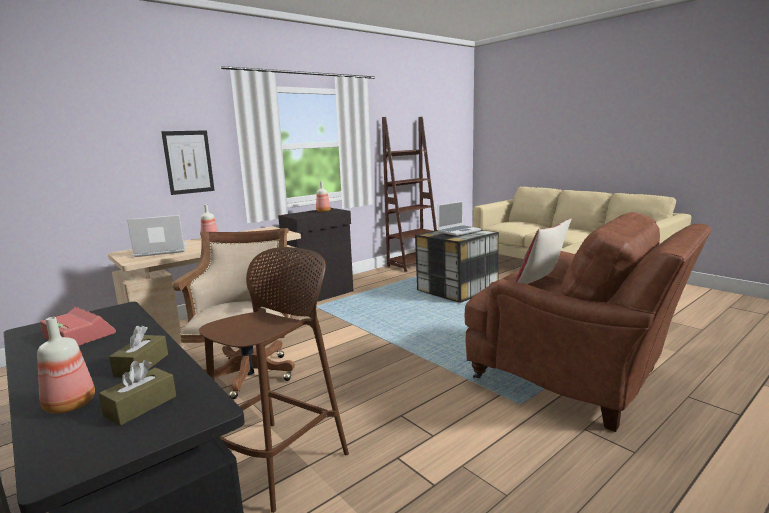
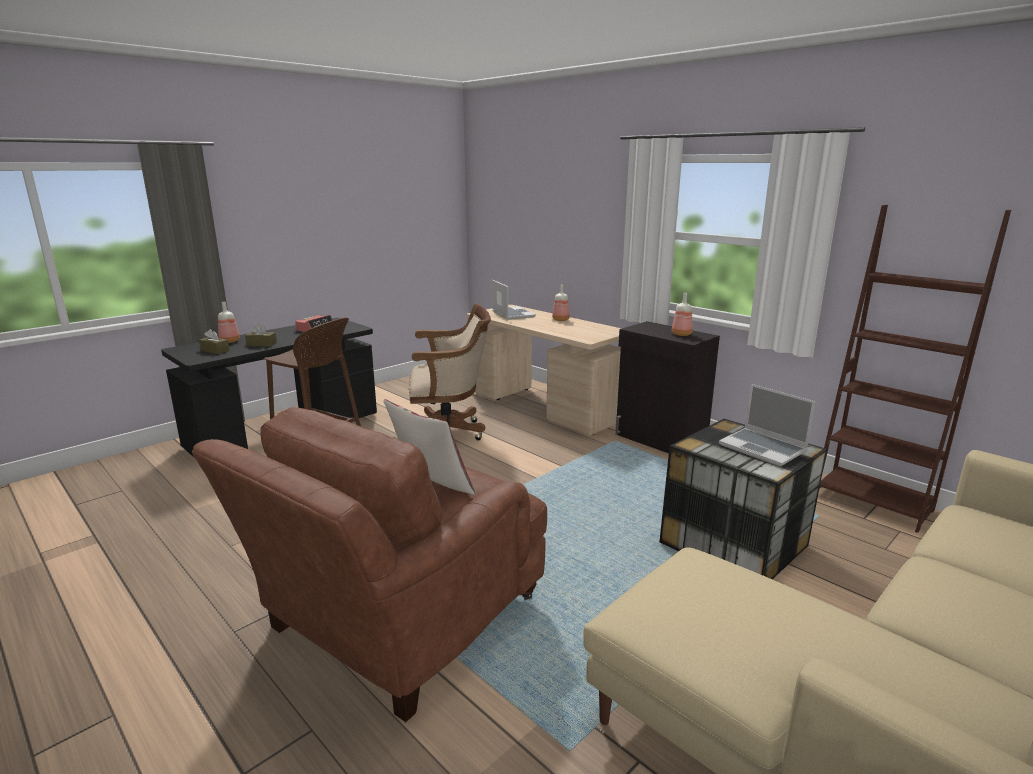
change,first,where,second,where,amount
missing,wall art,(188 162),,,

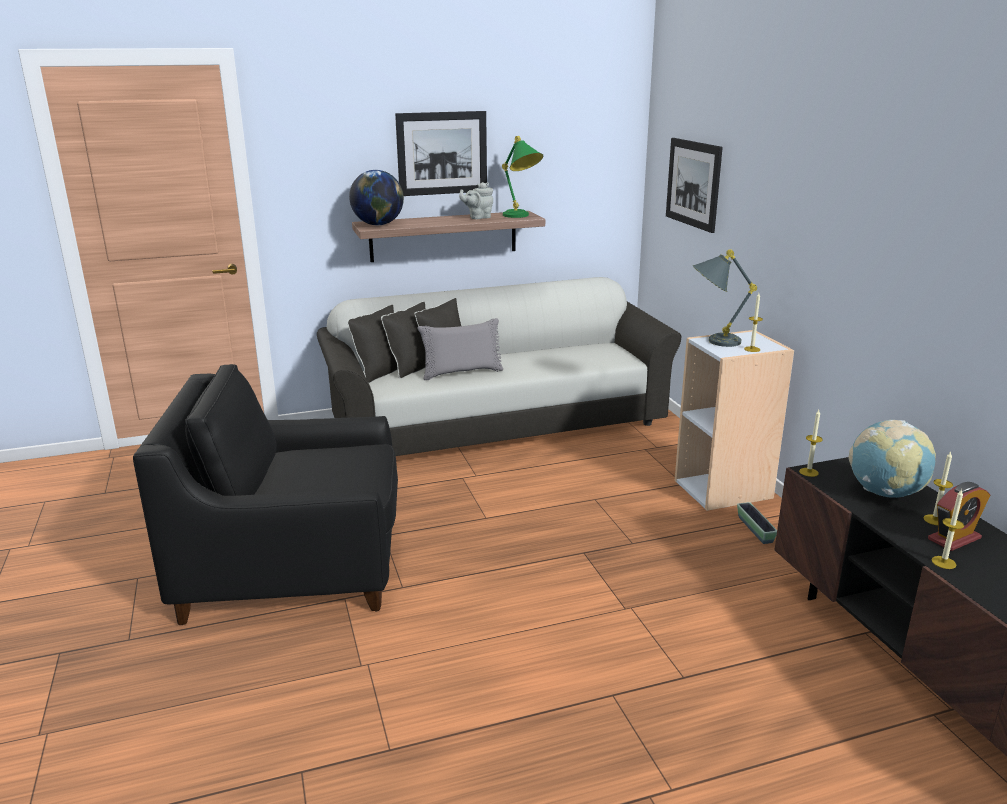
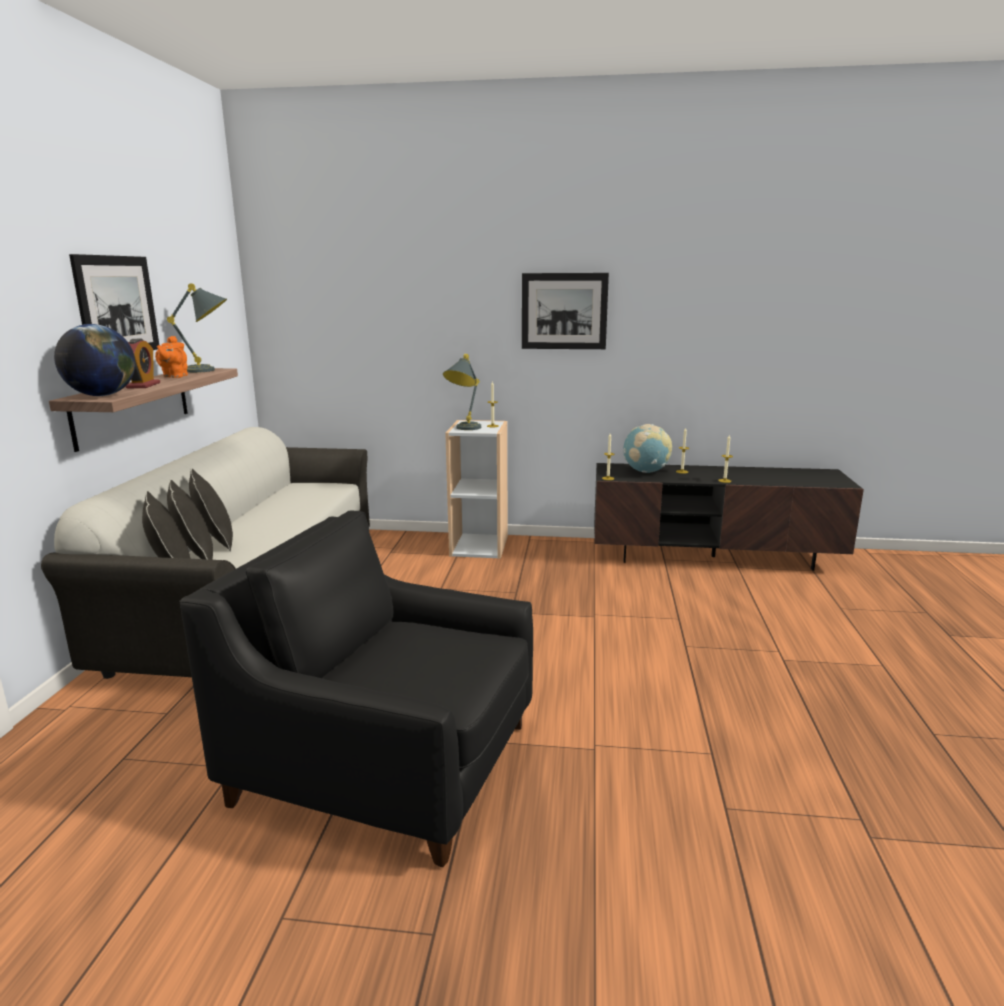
change,first,where,second,where,amount
spun,black lounge chair,(296 565),,(389 763),90 degrees clockwise
missing,grey pillow,(462 372),,,
colour,grey tea pot,(478 217),orange tea pot,(174 376),
colour,greenish table lamp,(521 217),grey table lamp,(210 370),
relocated,wall art,(693 183),,(564 311),
missing,plant pot,(755 529),,,
relocated,table clock,(954 539),,(143 385),

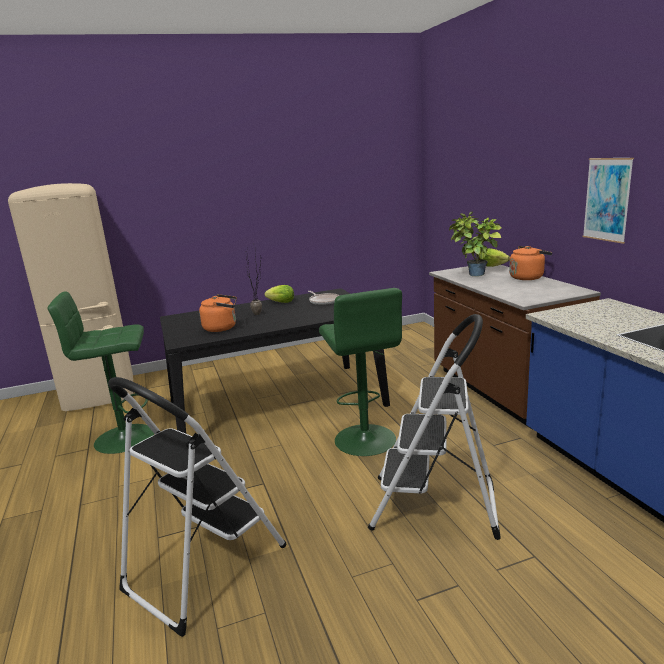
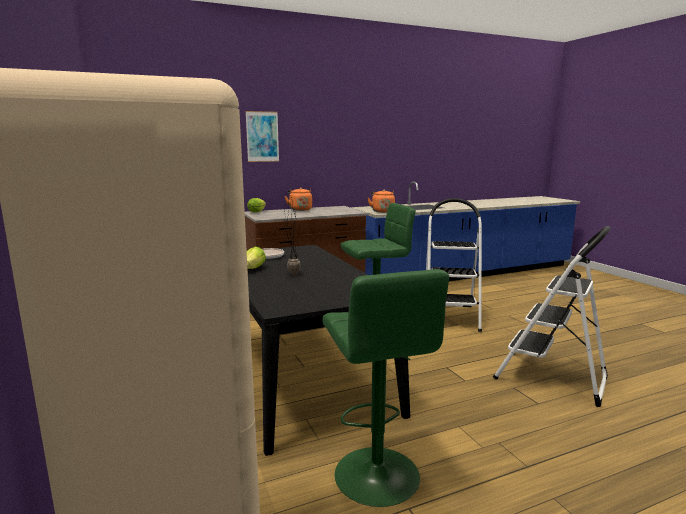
change,first,where,second,where,amount
relocated,orange tea kettle,(222 328),,(382 211),
missing,plant in a pot,(473 275),,,
relocated,wall art,(607 199),,(262 136),

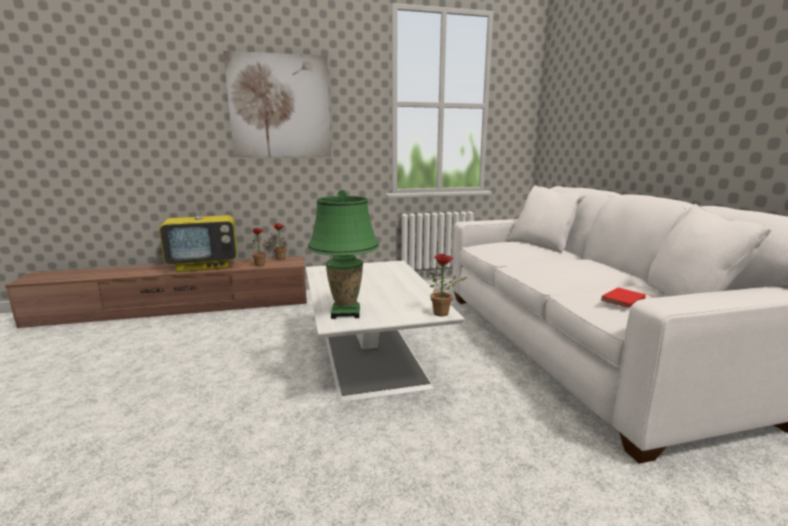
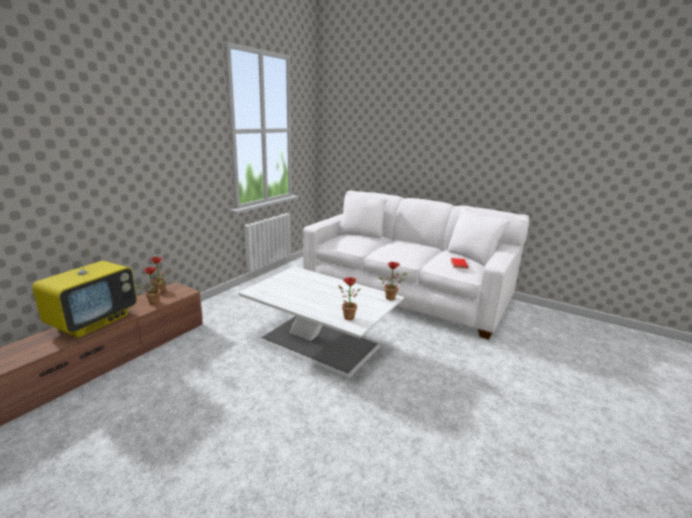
change,first,where,second,where,amount
missing,wall art,(280 106),,,
exchanged,greenish table lamp,(346 313),plant in a pot,(346 317),

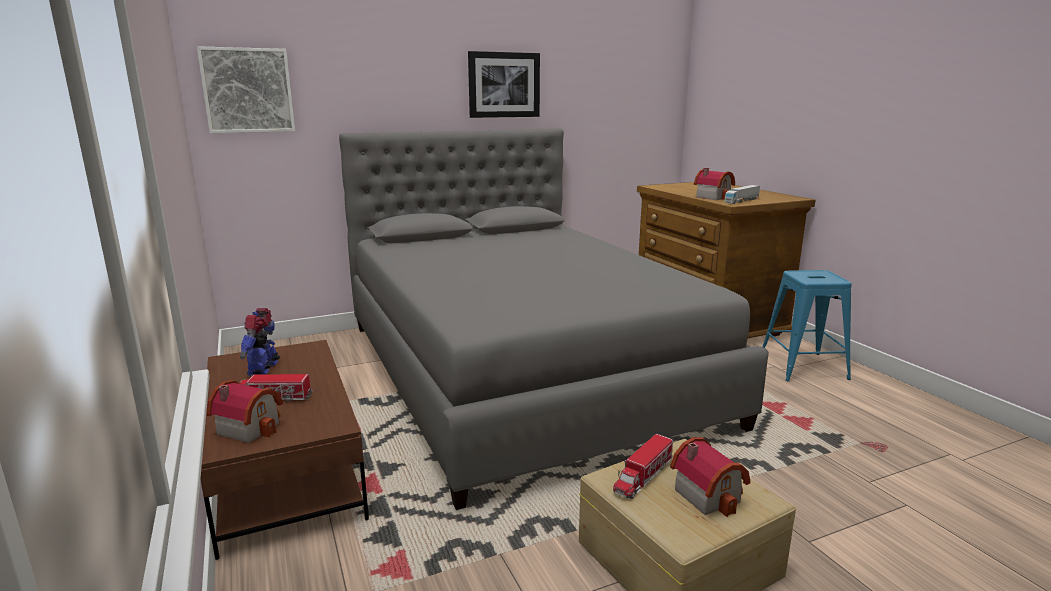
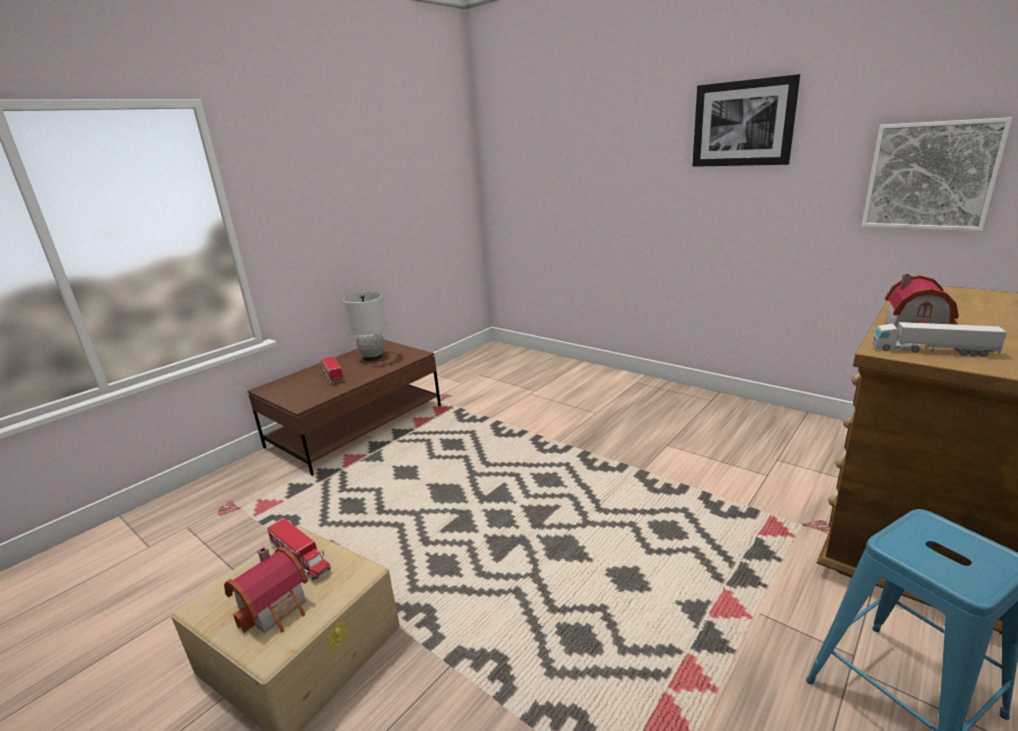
change,first,where,second,where,amount
relocated,wall art,(248 90),,(930 176),
missing,model house,(250 426),,,
exchanged,robot figure,(264 369),white-coloured table lamp,(373 357),
missing,grey bedroom bed,(521 370),,,
spun,toy truck,(643 476),,(300 558),150 degrees counterclockwise

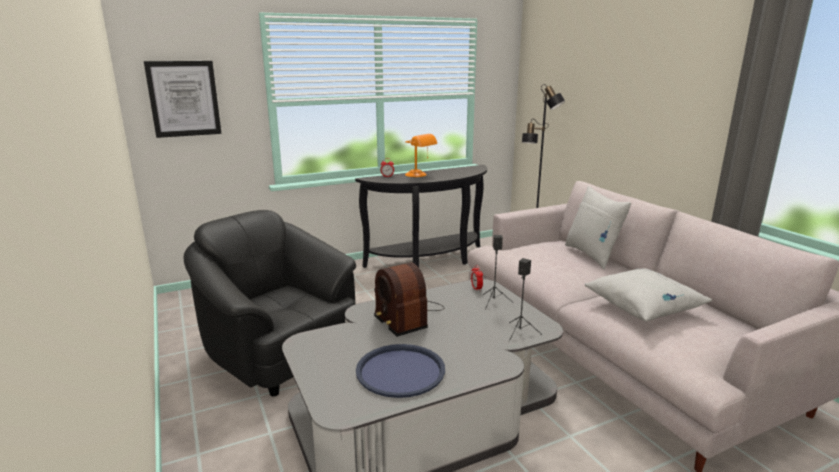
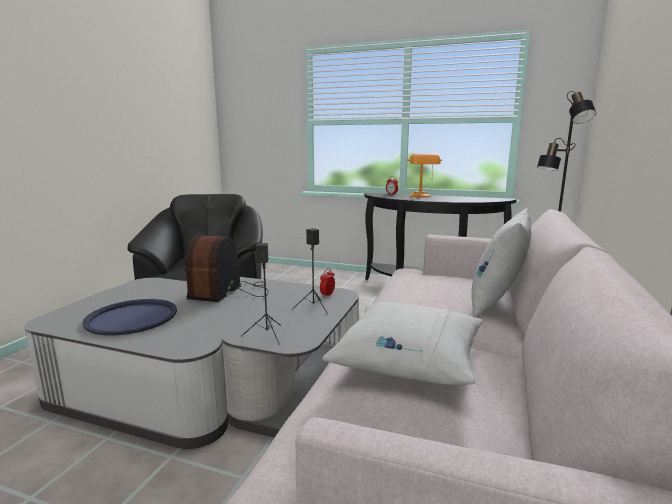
change,first,where,second,where,amount
missing,wall art,(184 99),,,

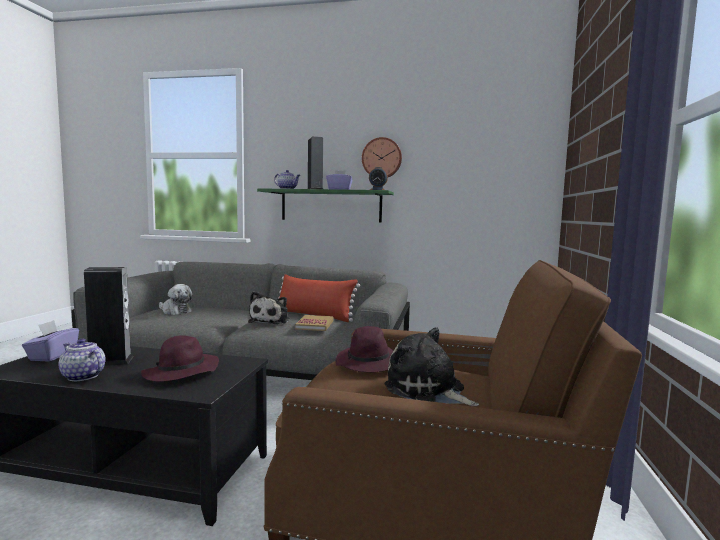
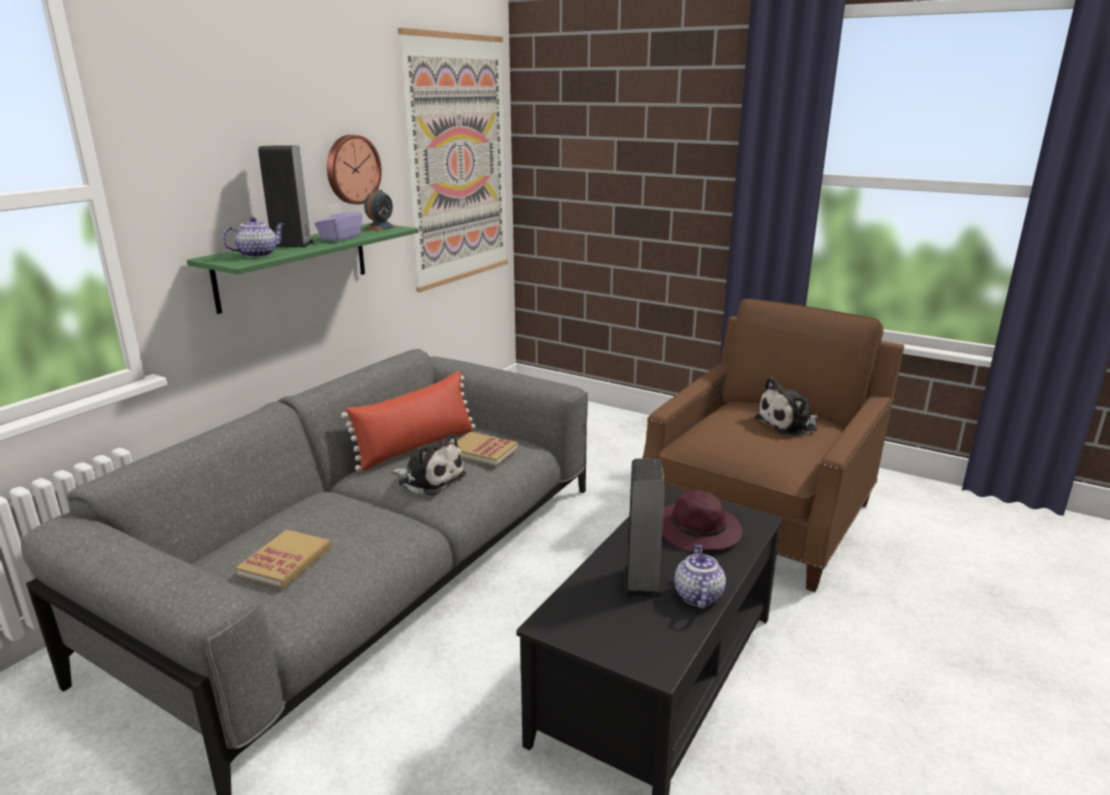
change,first,where,second,where,amount
missing,purple-coloured tissue box,(52 356),,,
spun,tea pot,(82 376),,(697 595),135 degrees clockwise
exchanged,plush toy,(175 311),volume,(285 561),
missing,purple-coloured clothing hat,(369 364),,,
appeared,,,wall art,(458 161),

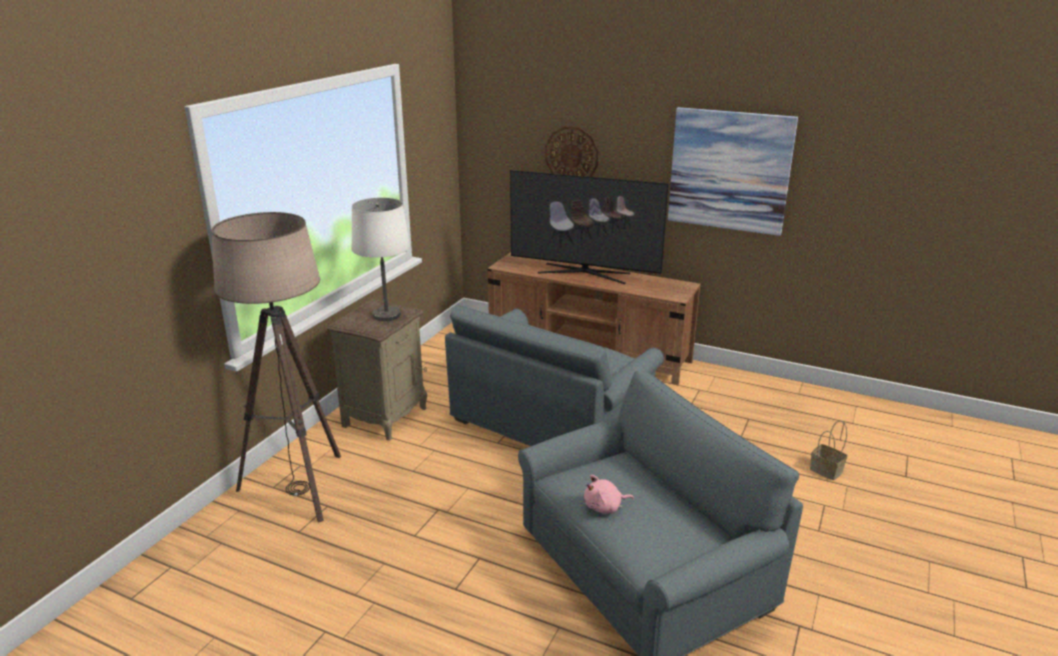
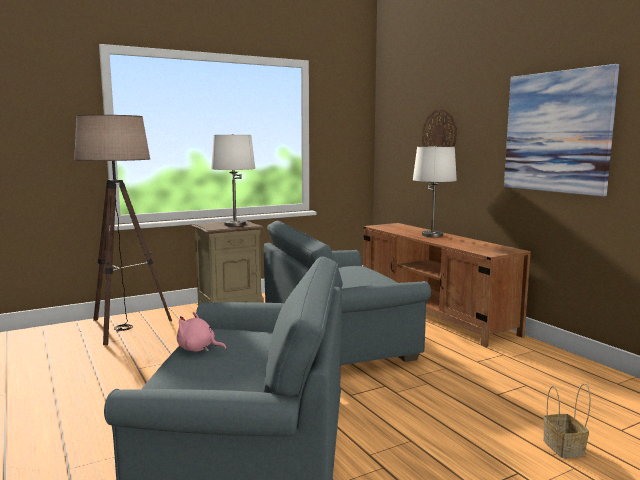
change,first,where,second,where,amount
exchanged,TV set,(584 273),white-coloured table lamp,(432 235),

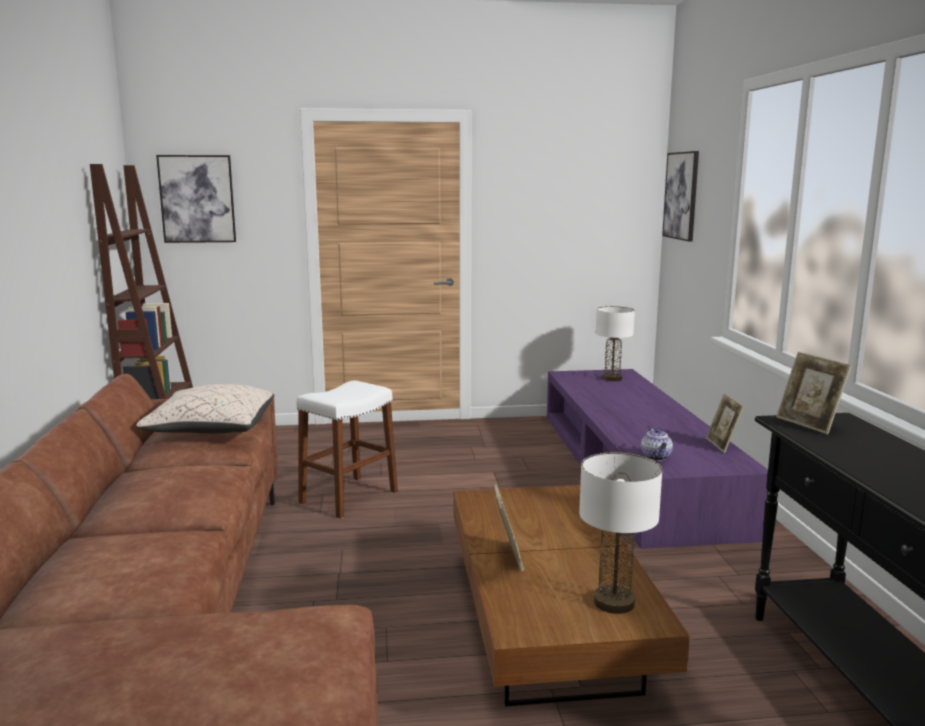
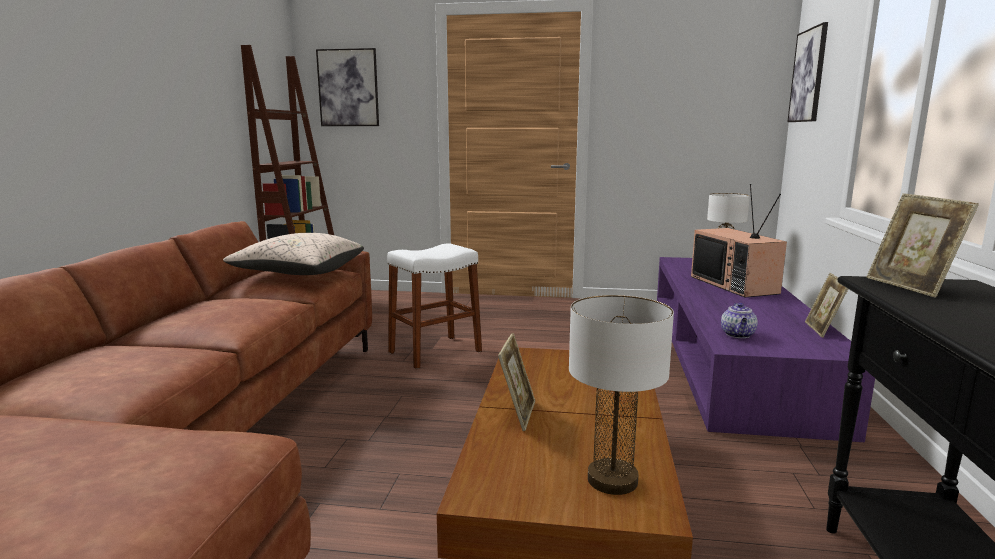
change,first,where,second,where,amount
appeared,,,TV set,(735 285),

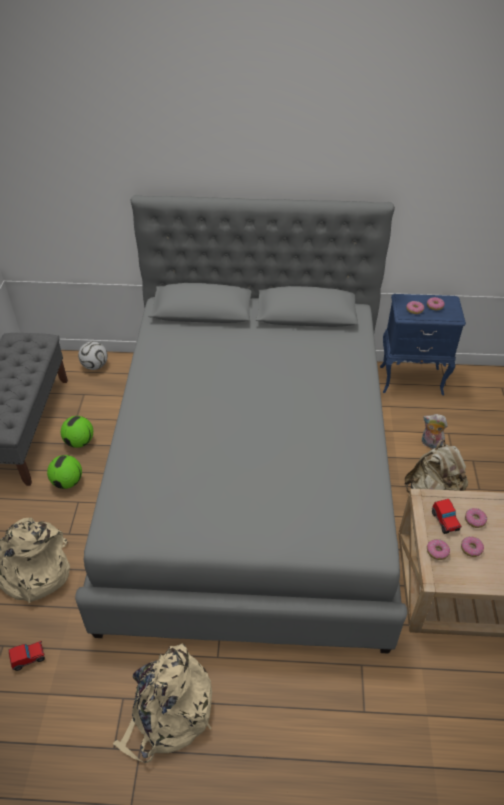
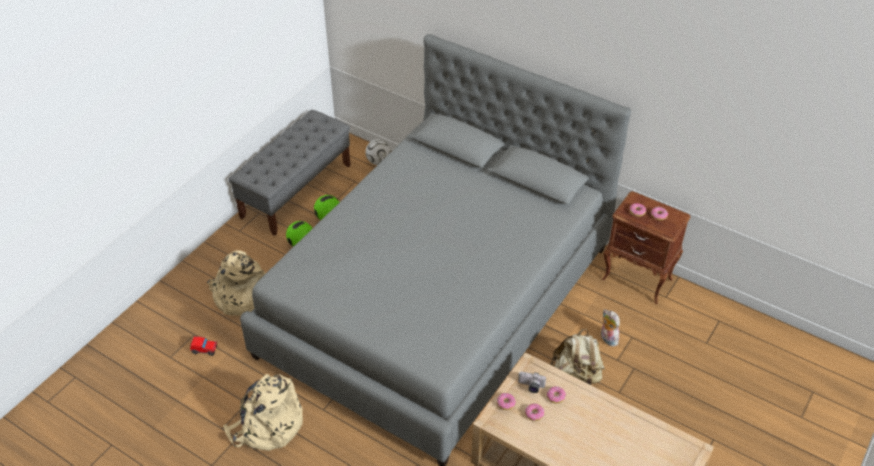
change,first,where,second,where,amount
colour,blue-coloured night table,(411 380),brown-coloured night table,(637 279),
exchanged,model car,(445 521),photo camera,(530 386),

